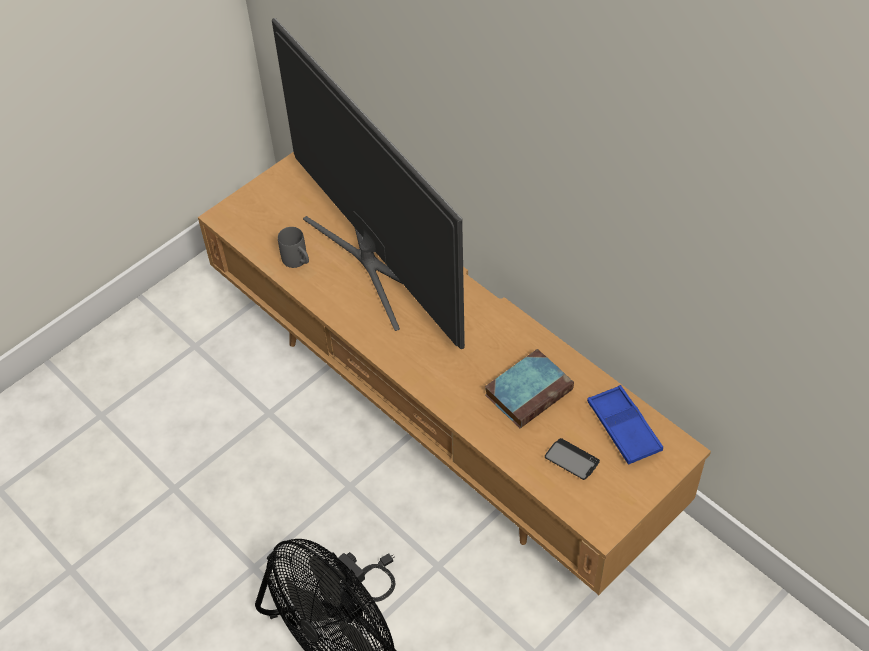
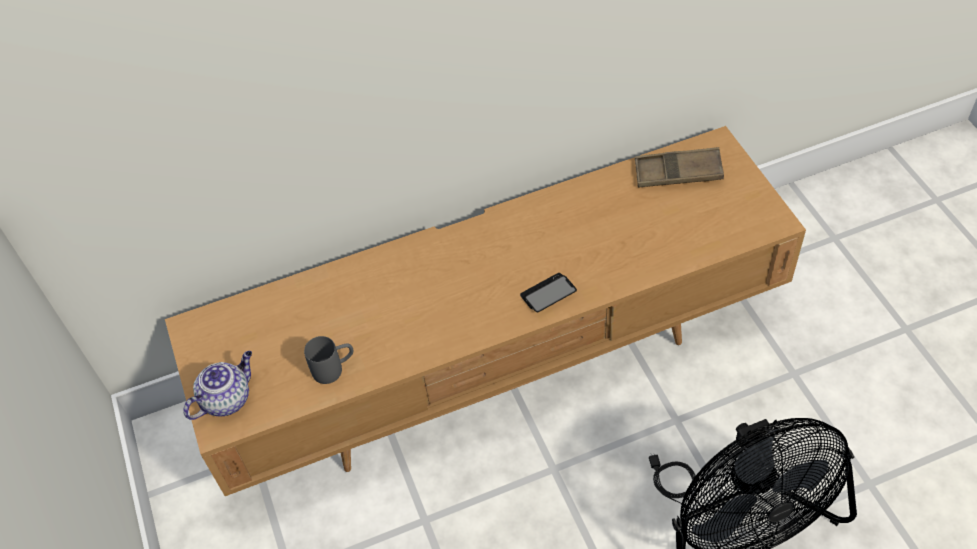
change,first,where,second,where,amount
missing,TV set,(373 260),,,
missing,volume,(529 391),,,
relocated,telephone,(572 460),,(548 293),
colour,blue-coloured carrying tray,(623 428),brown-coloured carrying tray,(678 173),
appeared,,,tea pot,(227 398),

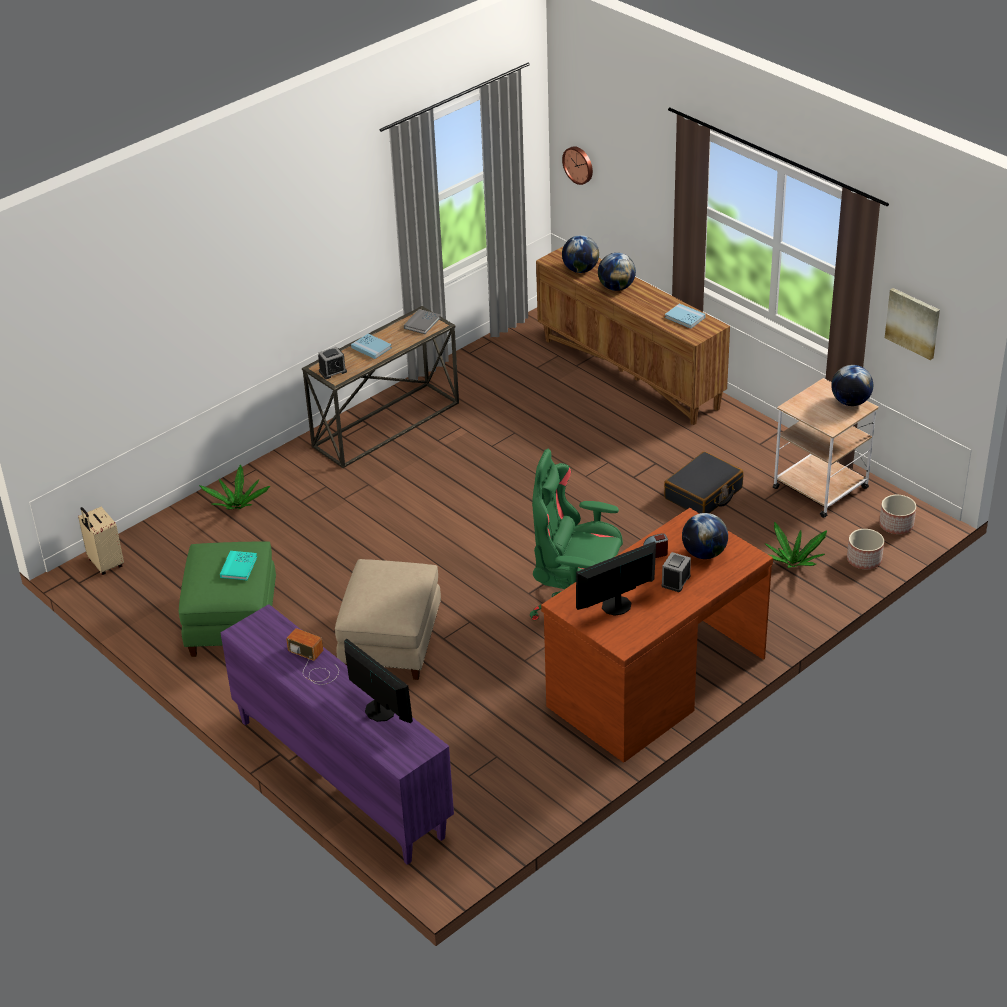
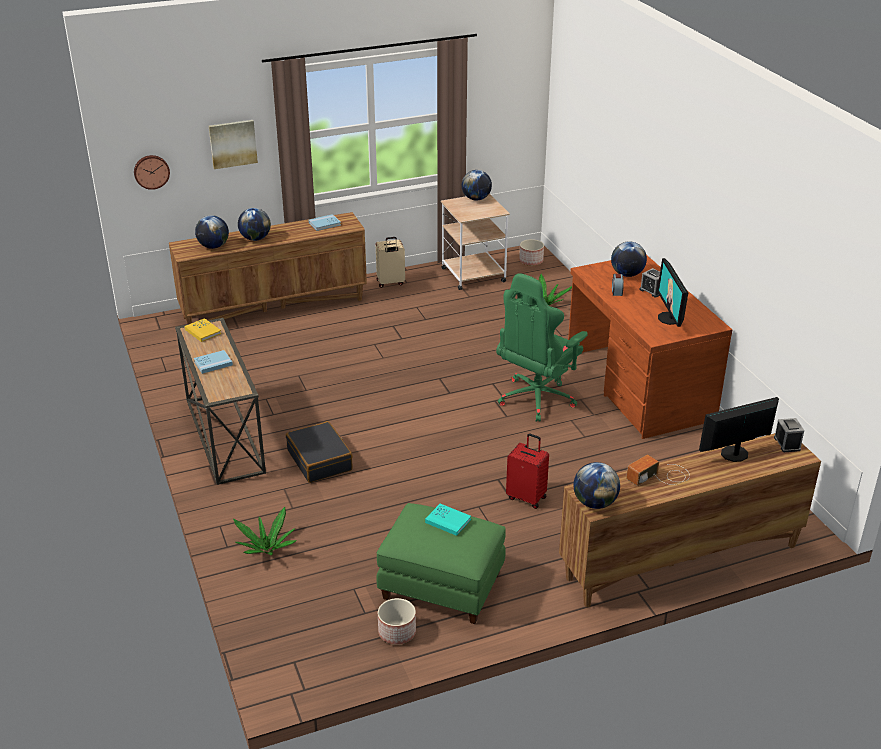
change,first,where,second,where,amount
relocated,sand-coloured piece of luggage,(105 564),,(390 283),
colour,purple-coloured chest of drawers,(342 777),brown-coloured chest of drawers,(681 560),
relocated,table clock,(333 371),,(787 443),
exchanged,sand-coloured ottoman,(392 643),red piece of luggage,(527 497),
colour,grey volume,(422 323),yellow volume,(203 331),
relocated,black piece of luggage,(703 494),,(320 460),
relocated,plant pot,(864 560),,(397 632),
relocated,wall art,(913 323),,(233 143),
appeared,,,globe,(594 503),

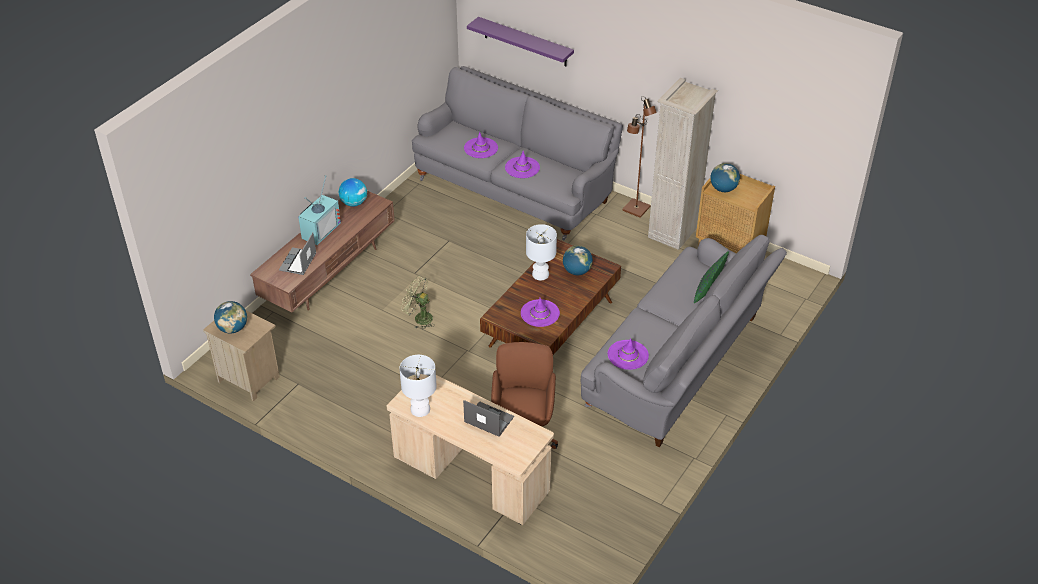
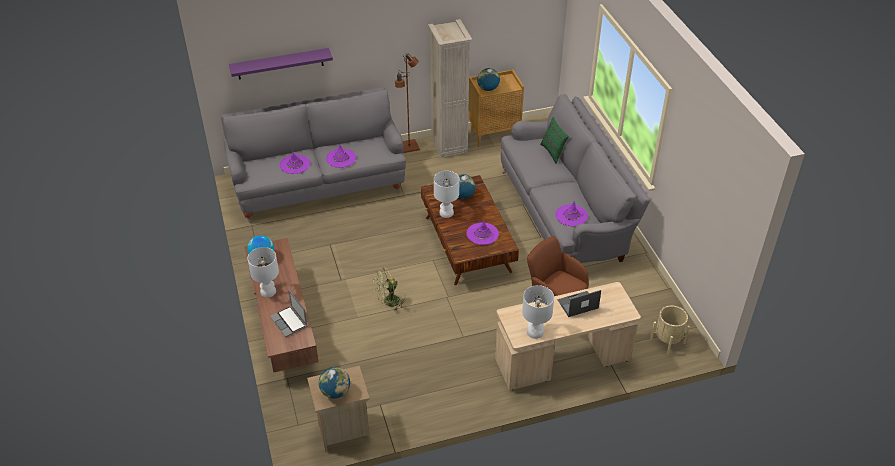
change,first,where,second,where,amount
exchanged,TV set,(320 229),white-coloured table lamp,(268 291),
appeared,,,sand-coloured plant pot,(667 341),

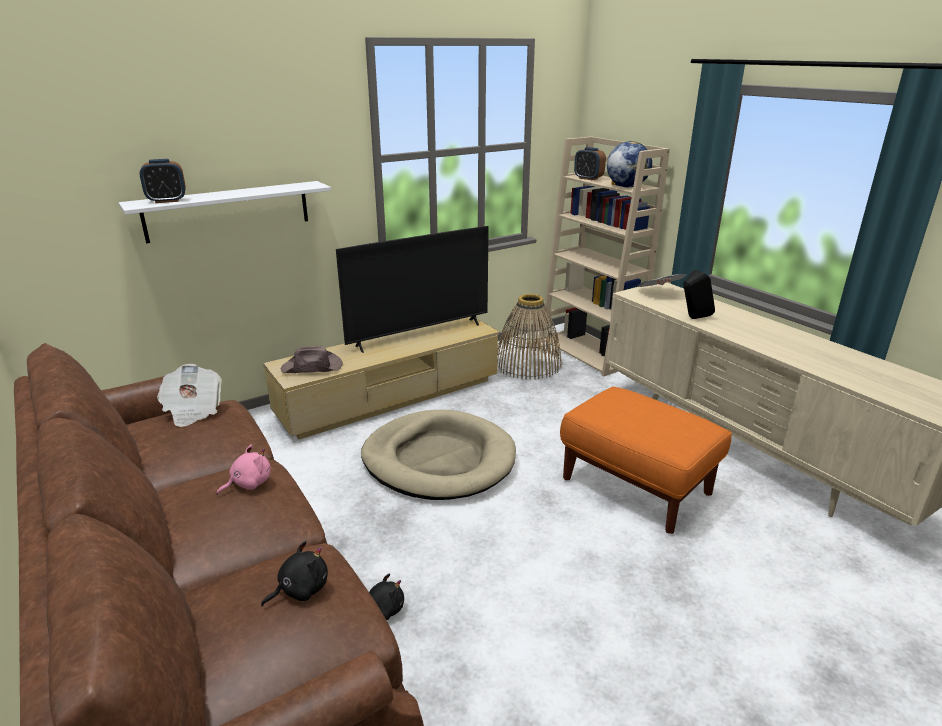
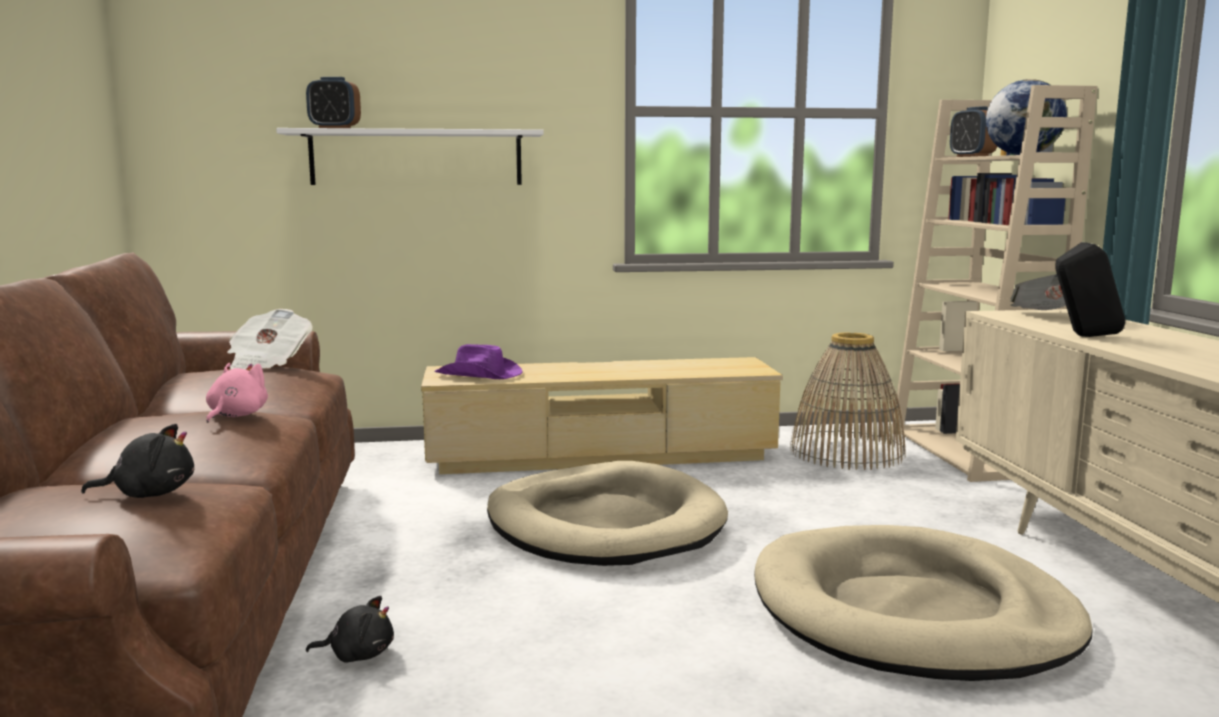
change,first,where,second,where,amount
spun,pink-coloured plush toy,(249 483),,(235 415),60 degrees counterclockwise
colour,brown-coloured clothing hat,(312 367),purple-coloured clothing hat,(479 375),
missing,TV set,(419 335),,,
exchanged,orange ottoman,(637 486),sand-coloured pet bed,(912 613),

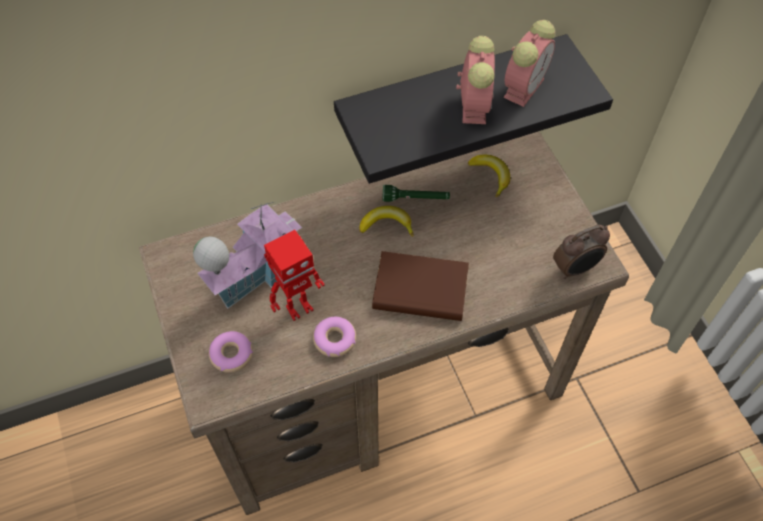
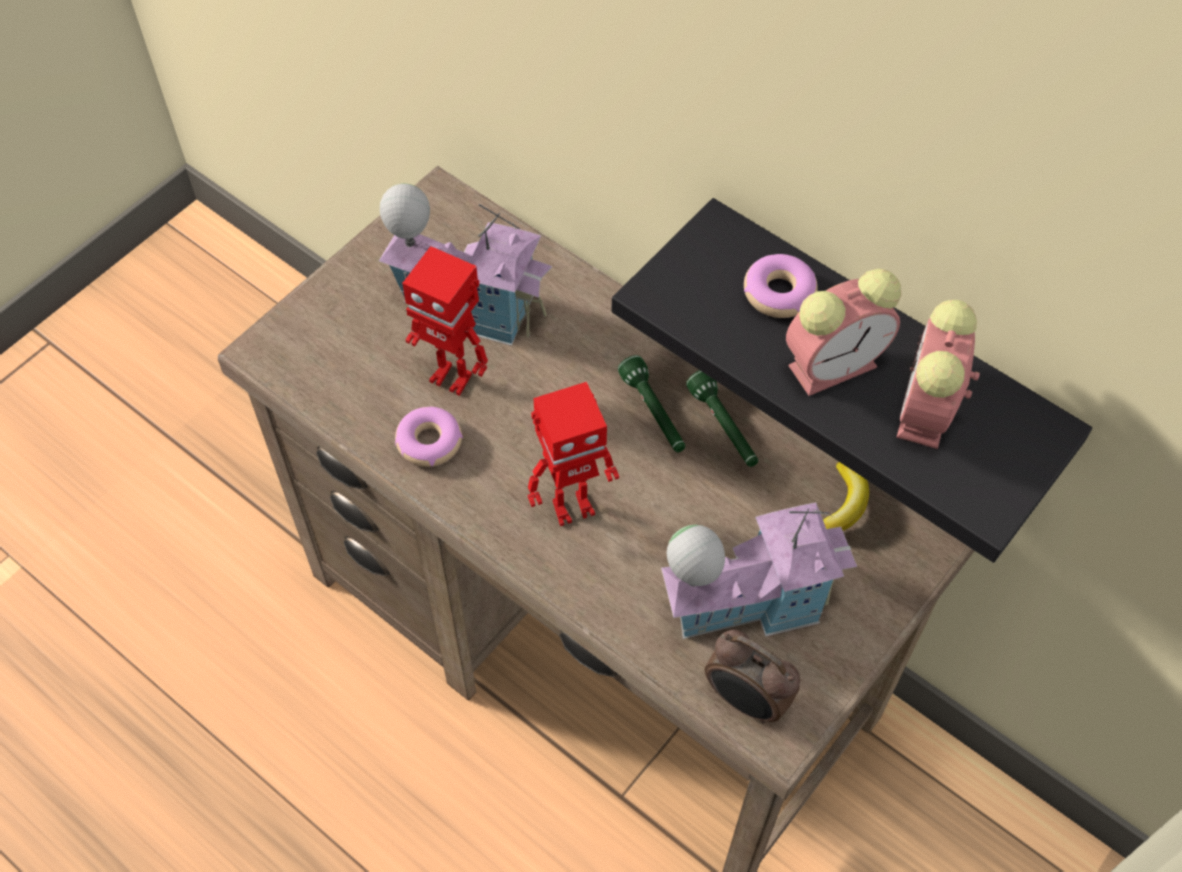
change,first,where,second,where,amount
relocated,donut,(232 354),,(779 293),
exchanged,banana fruit,(387 225),greenish torch,(654 413),
exchanged,brown-coloured volume,(420 290),robot figure,(571 506),
spun,table clock,(524 86),,(925 414),105 degrees clockwise
appeared,,,model house,(748 602),

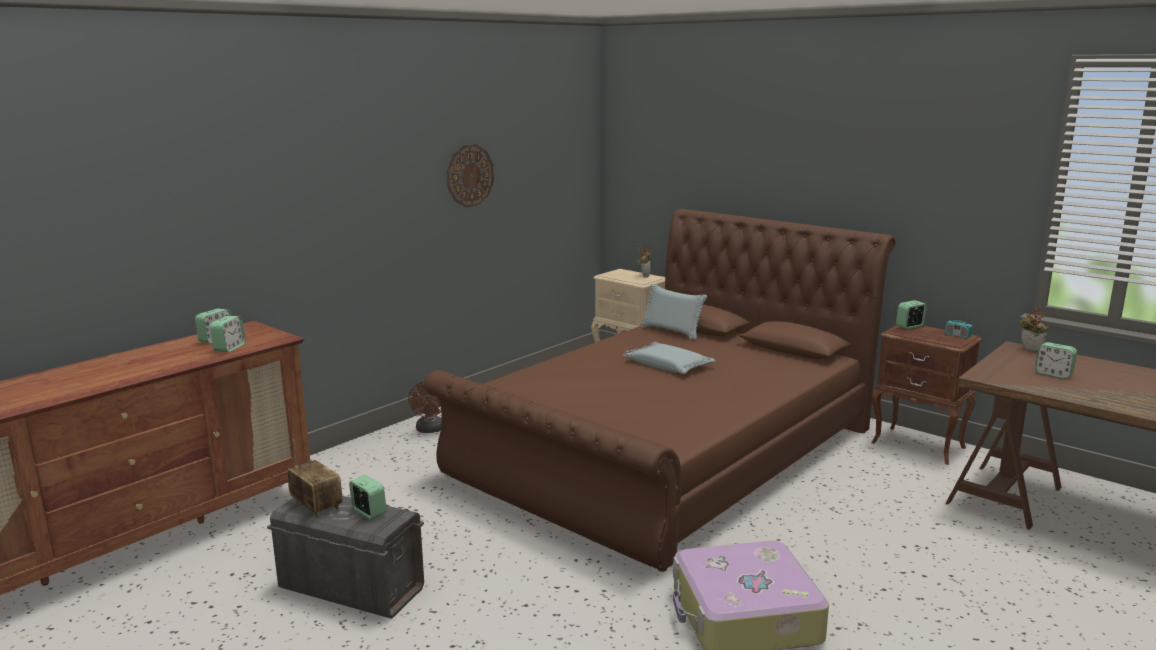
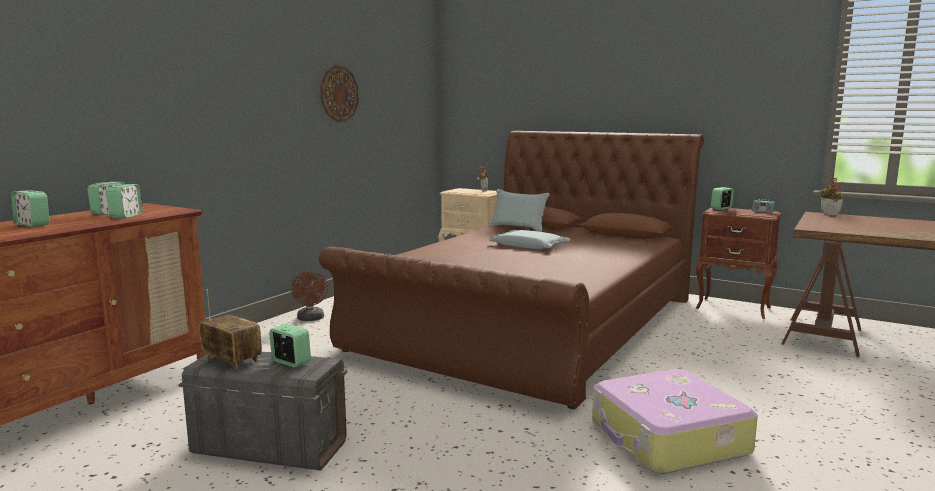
change,first,where,second,where,amount
relocated,table clock,(1053 374),,(32 224),

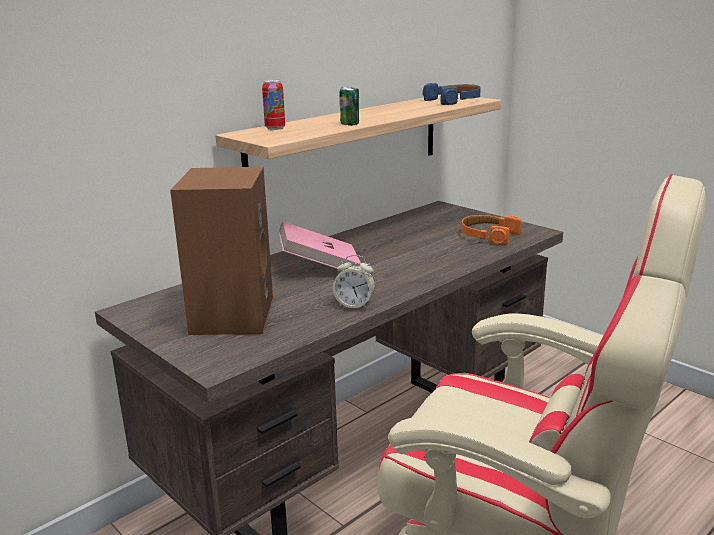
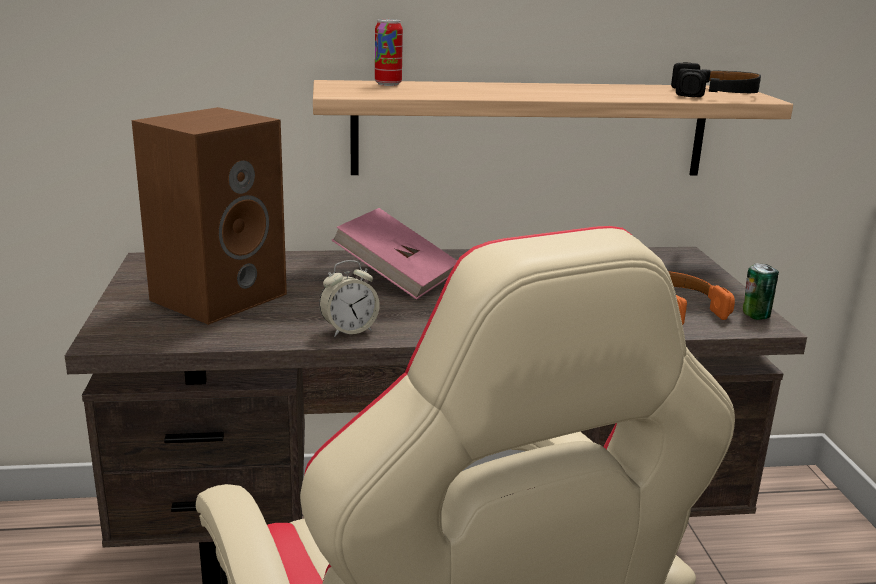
change,first,where,second,where,amount
spun,table clock,(354 305),,(349 330),75 degrees counterclockwise
relocated,metal can,(349 124),,(755 315),
colour,blue-coloured headset,(454 100),black headset,(714 94),

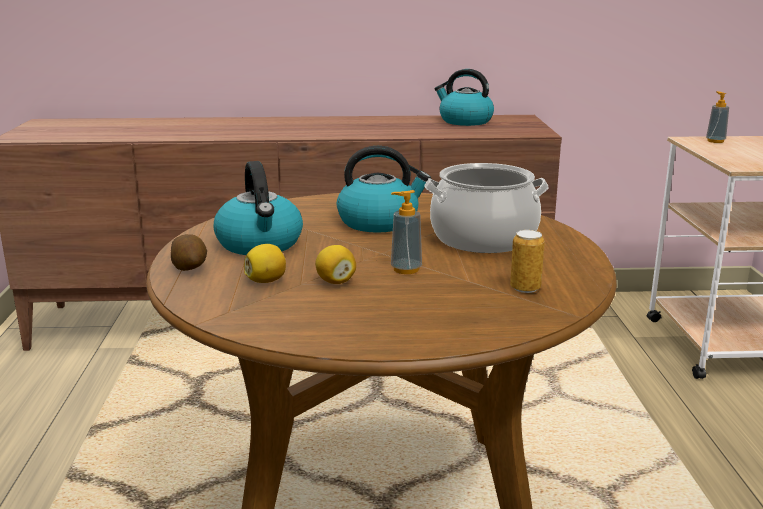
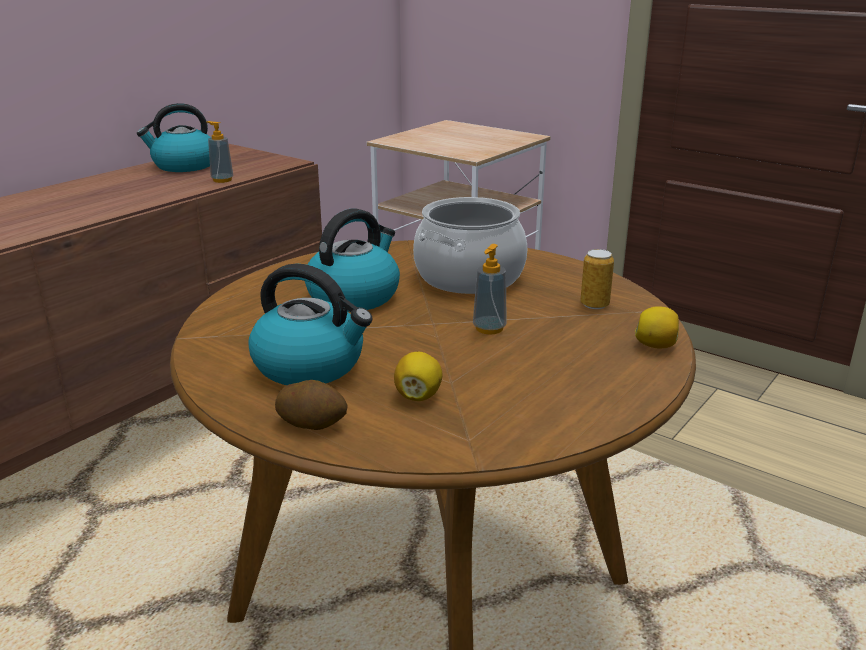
change,first,where,second,where,amount
relocated,lemon,(335 281),,(656 345),
relocated,soap dispenser,(715 141),,(222 180),

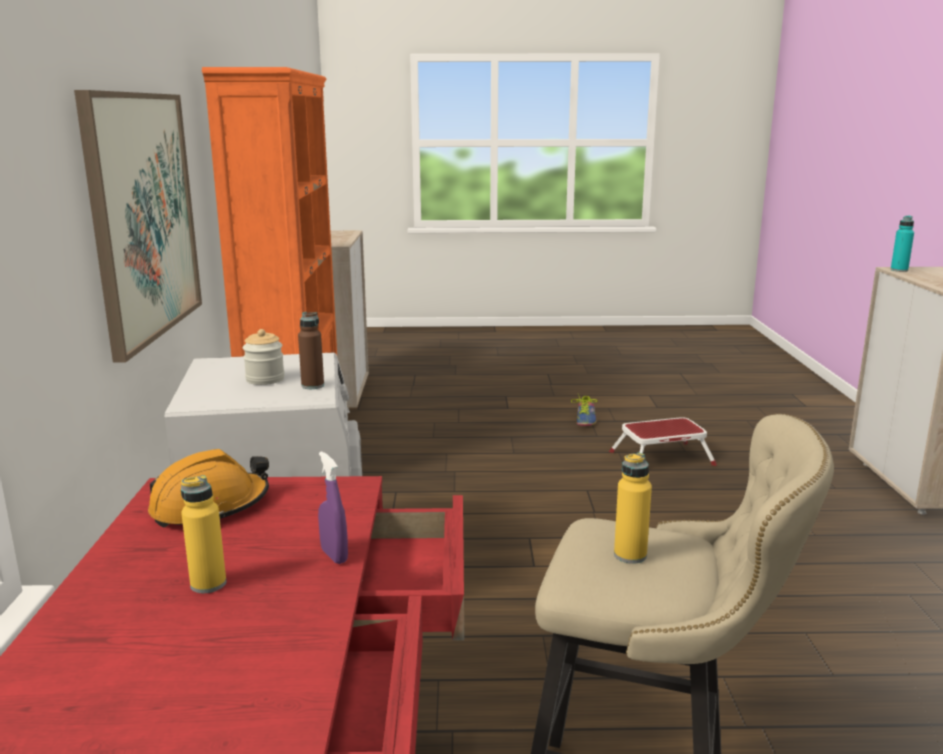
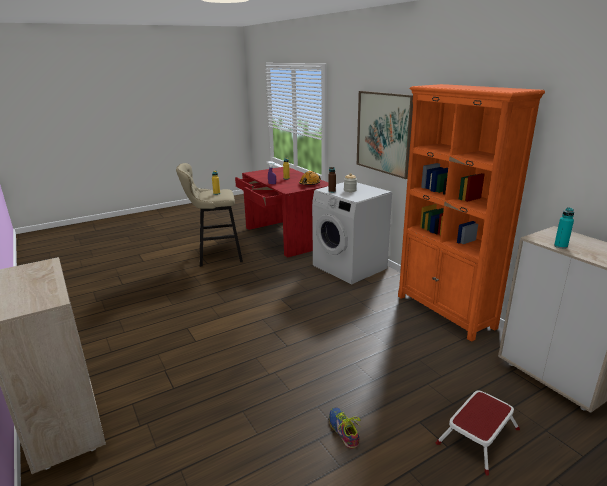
change,first,where,second,where,amount
relocated,red step ladder,(662 458),,(477 436),
relocated,blue-green beverage bottle,(899 270),,(560 246),

